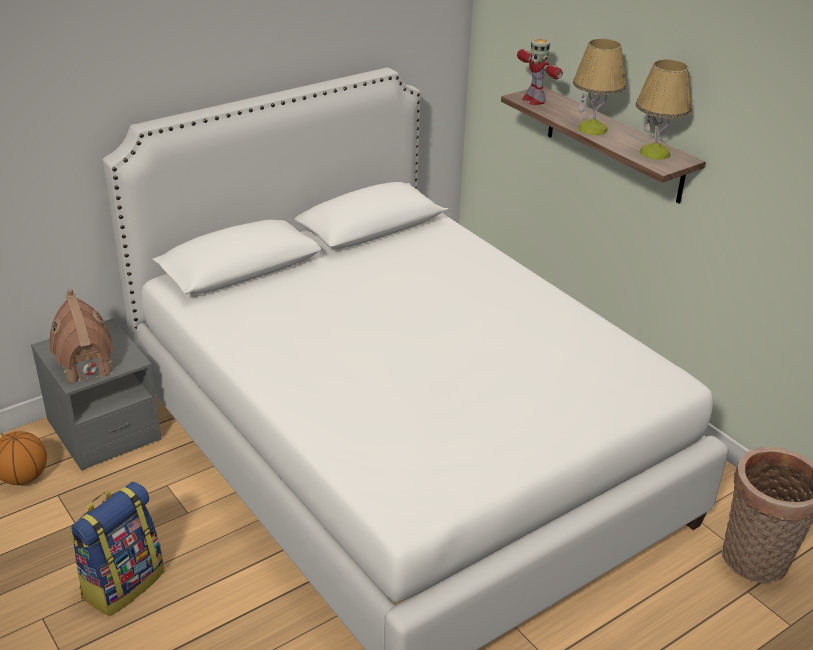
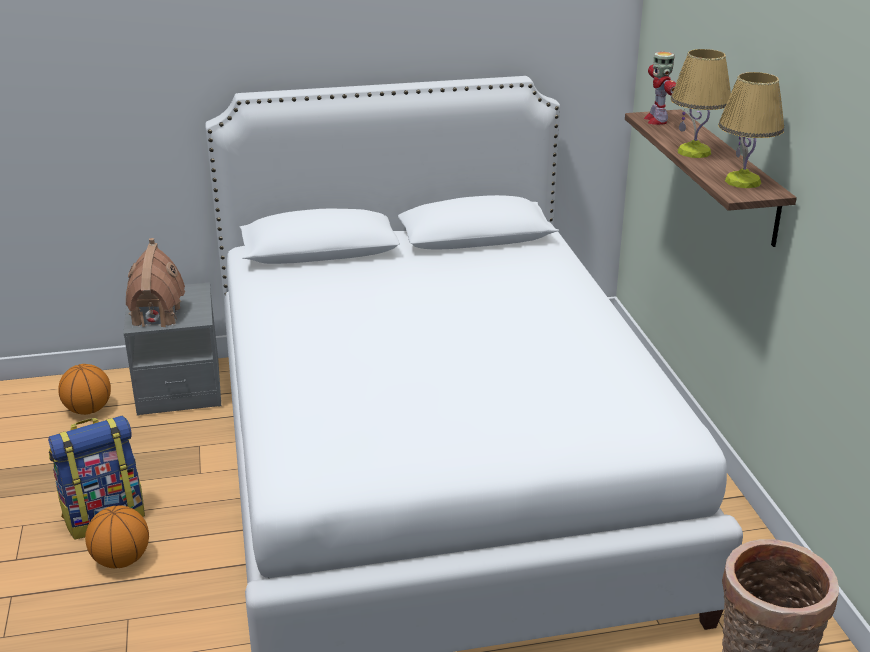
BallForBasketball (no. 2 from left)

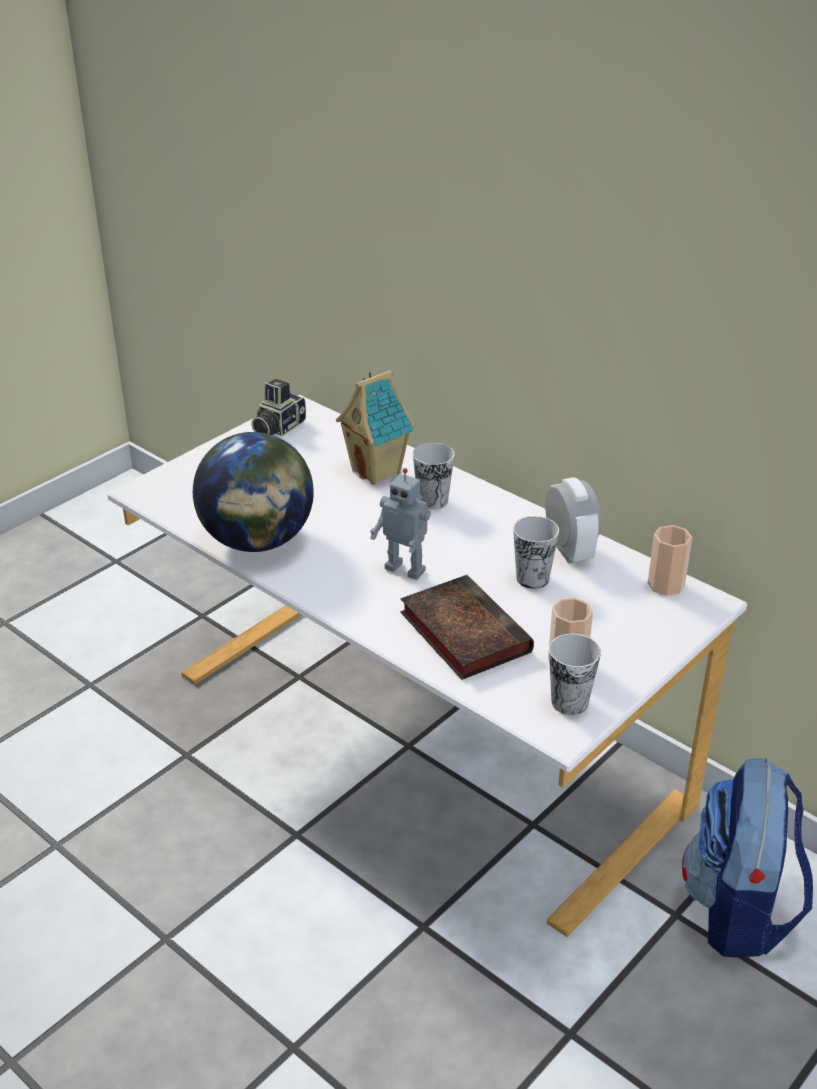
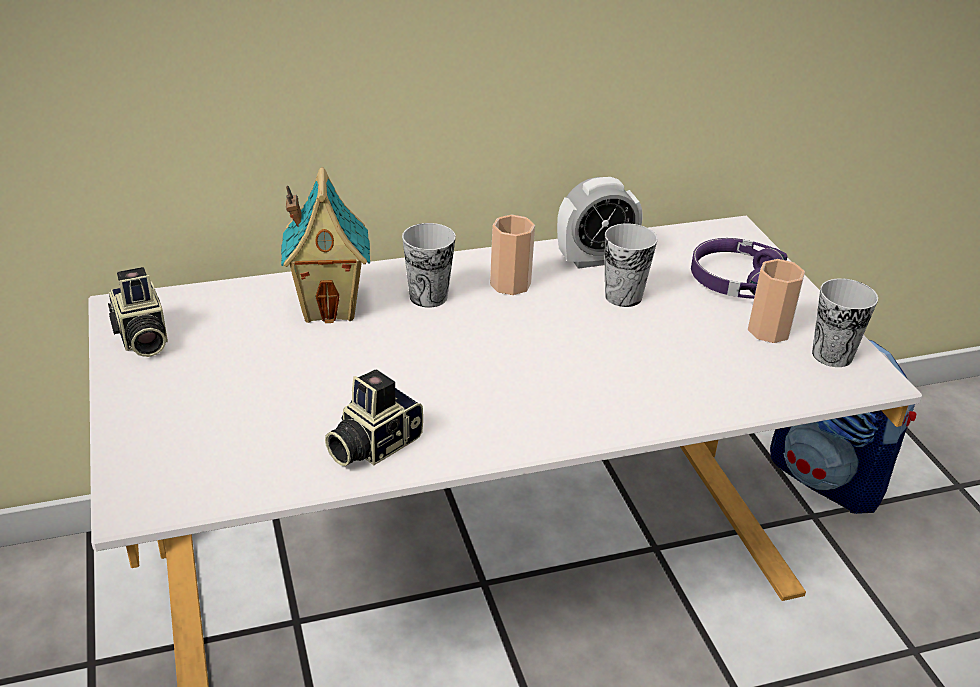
StillCamera (no. 2 from left)
ToyRobot
BedsideClock
DrinkingCup (no. 2 from left)
Book
PurplePairOfHeadphones

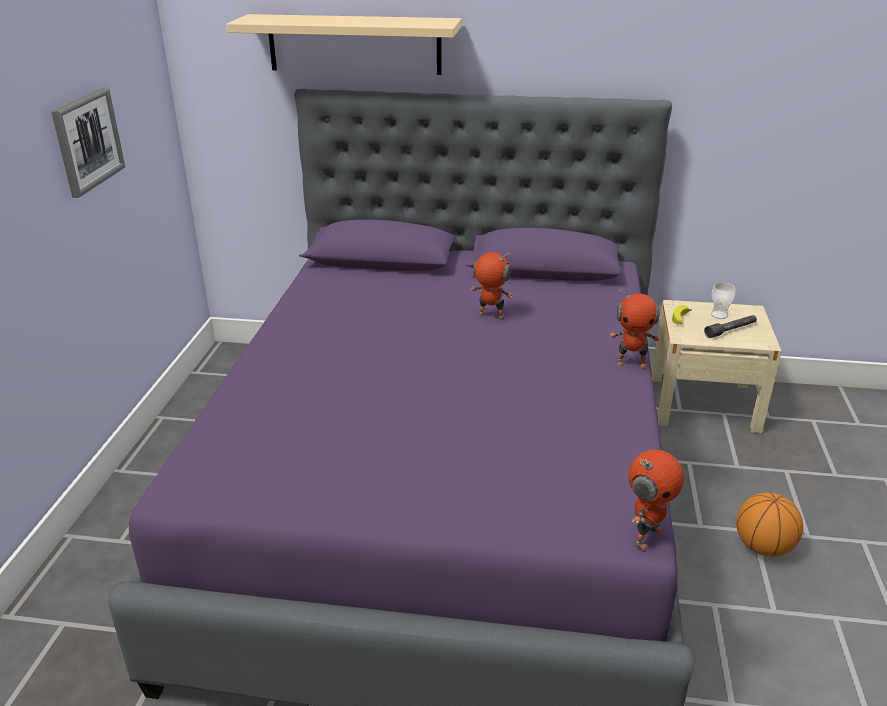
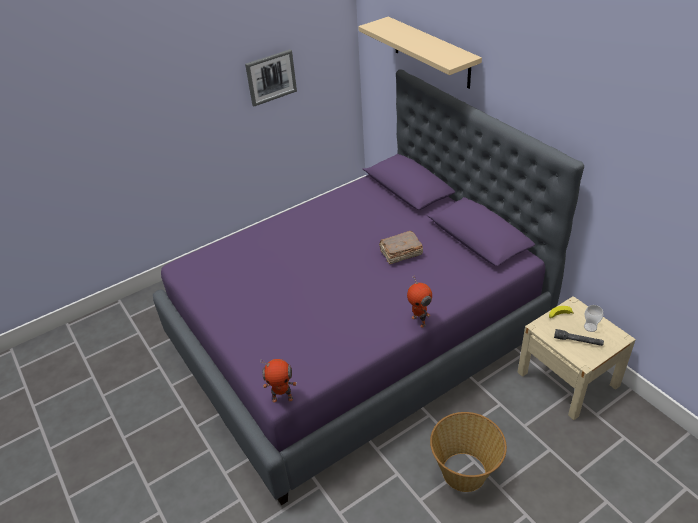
BrownColouredBook
Basket

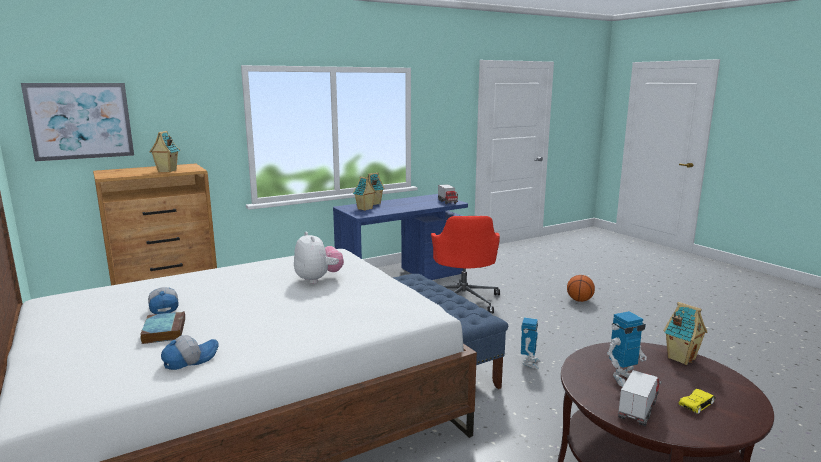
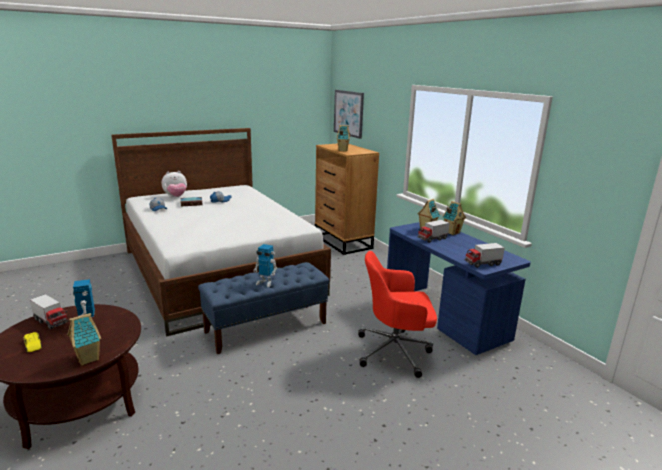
CuddlyToy
BallForBasketball
ToyRobot (no. 2 from left)
ModelTruck (no. 2 from left)

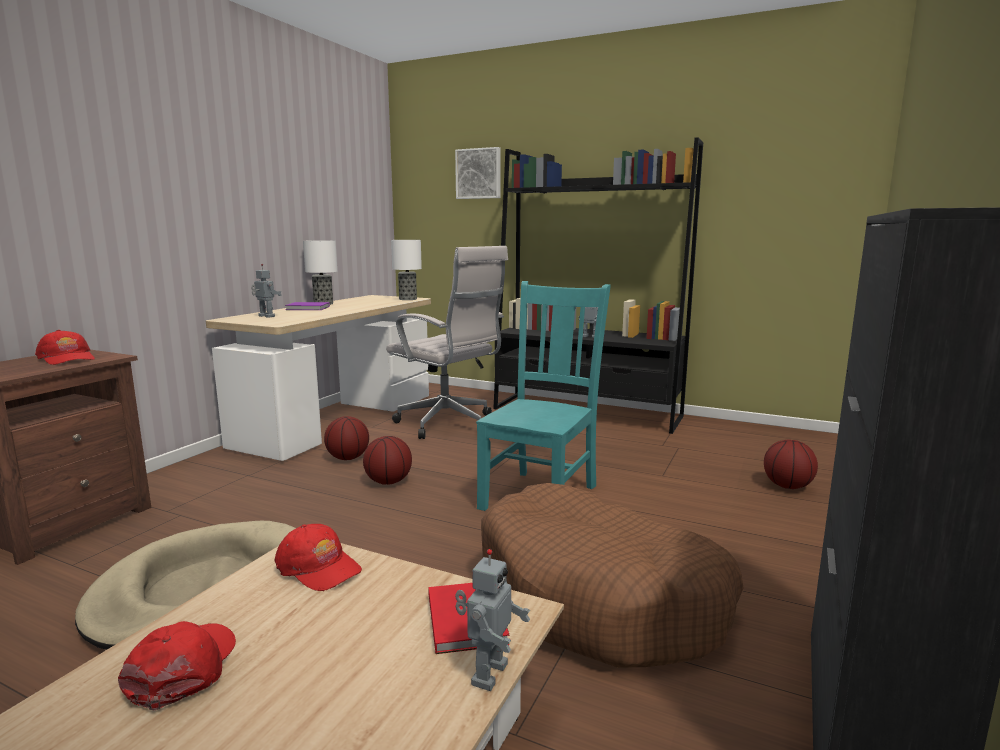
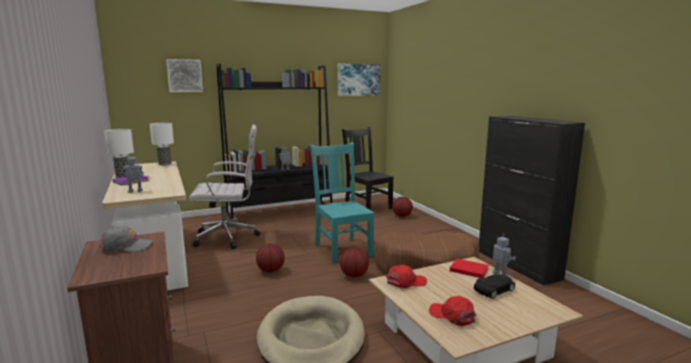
GrayCap
BallForBasketball (no. 2 from left)
WallArt (no. 2 from left)
BlackChair
BlackToyCar

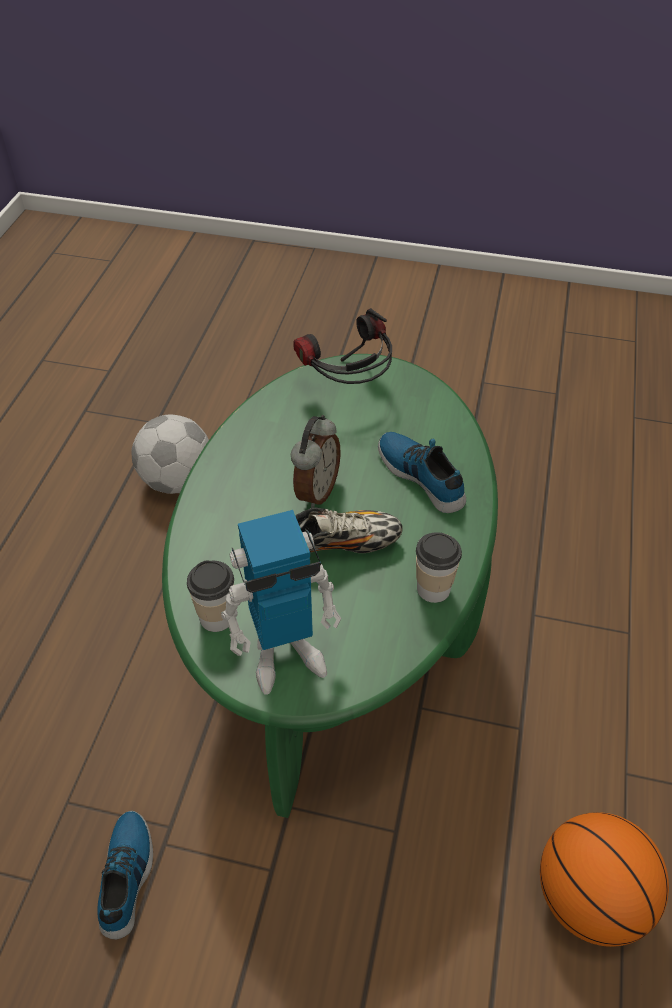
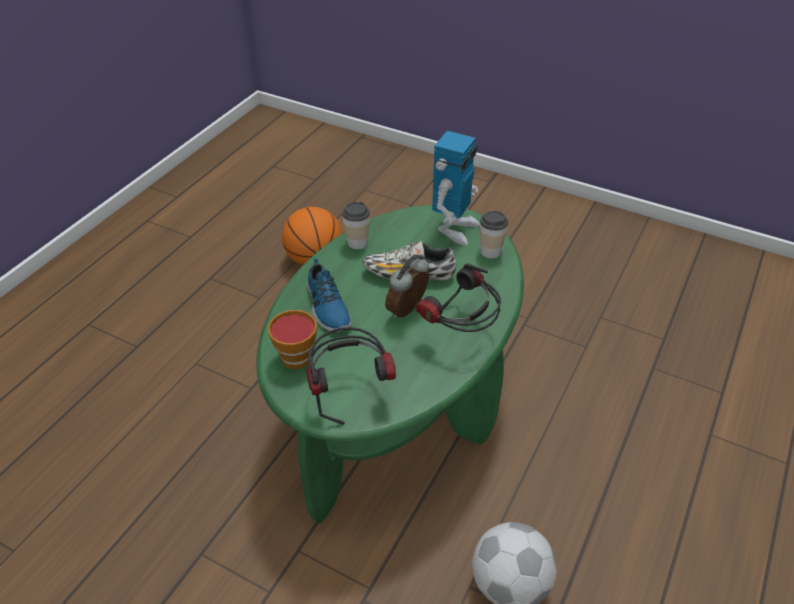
ToyRobot
LowShoe (no. 1 from left in the first image)
PairOfHeadphones (no. 2 from left)
DrinkingCup (no. 1 from left)

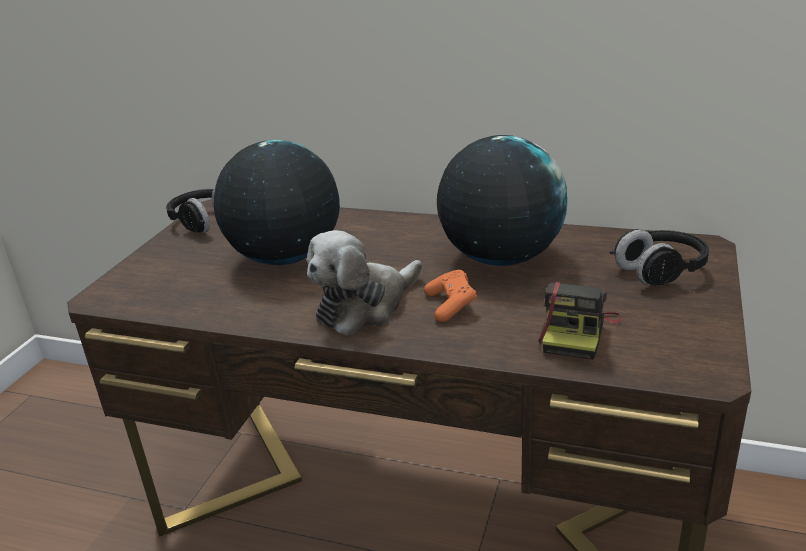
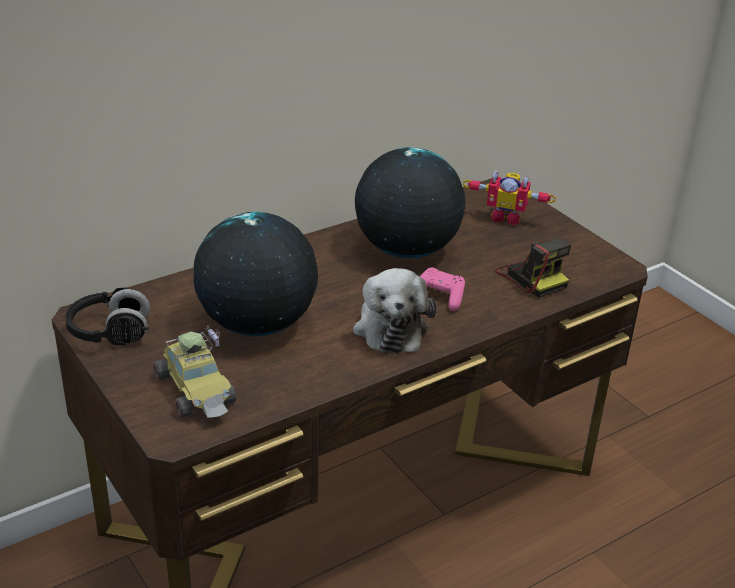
ToyRobot
PinkishGamepad
ToyCar

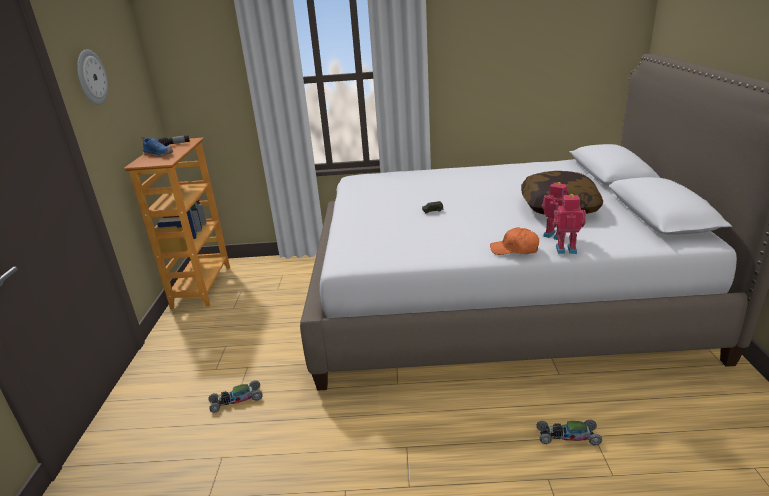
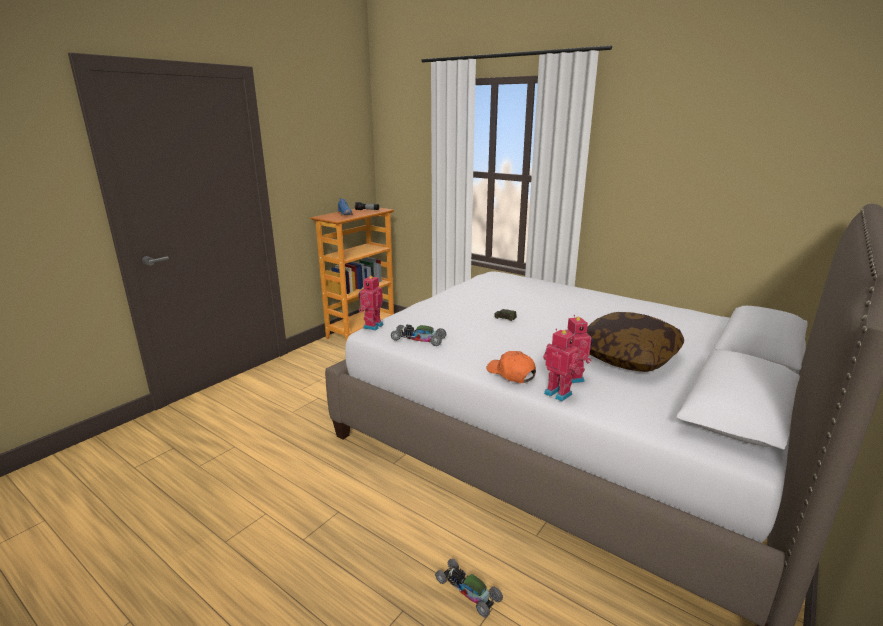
HangingClock
ToyCar (no. 1 from left)
ToyRobot (no. 1 from left)

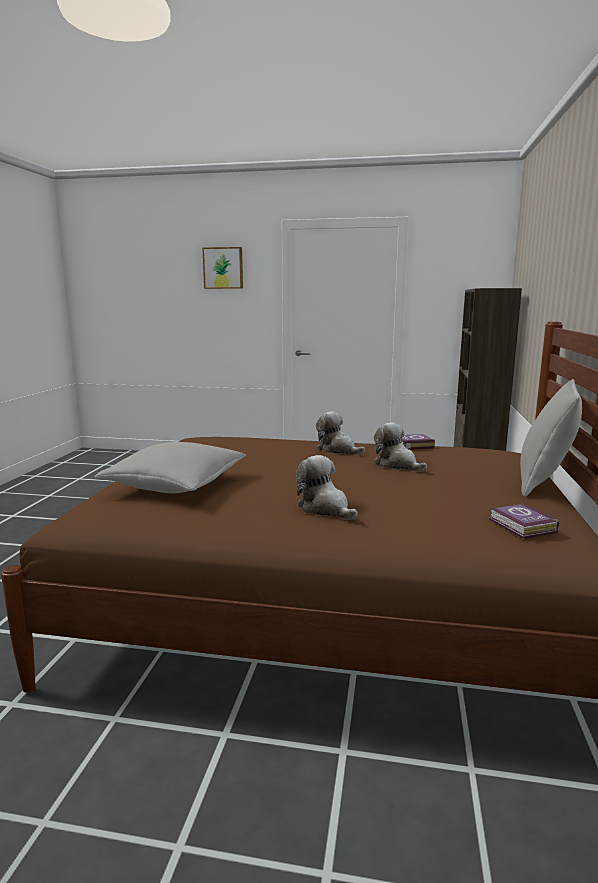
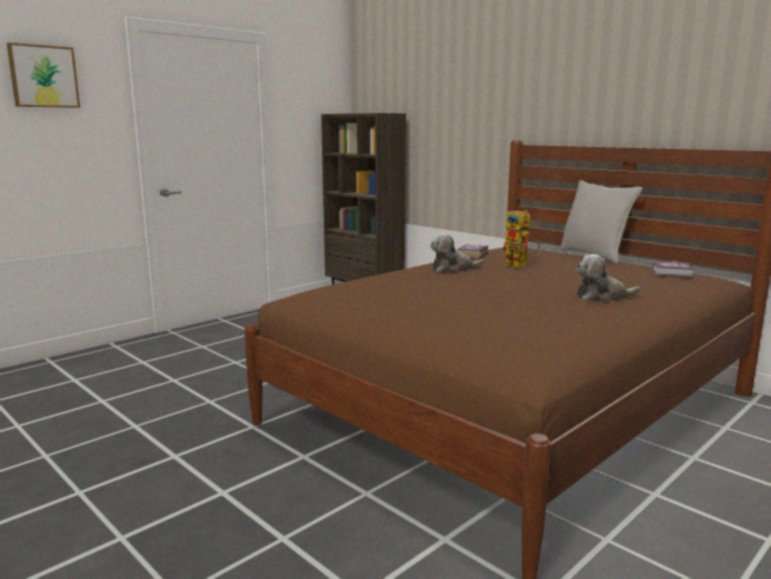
ToyRobot
GrayThrowPillow (no. 1 from left in the first image)

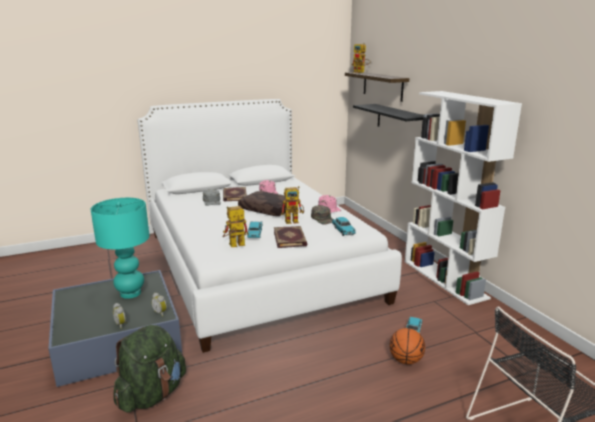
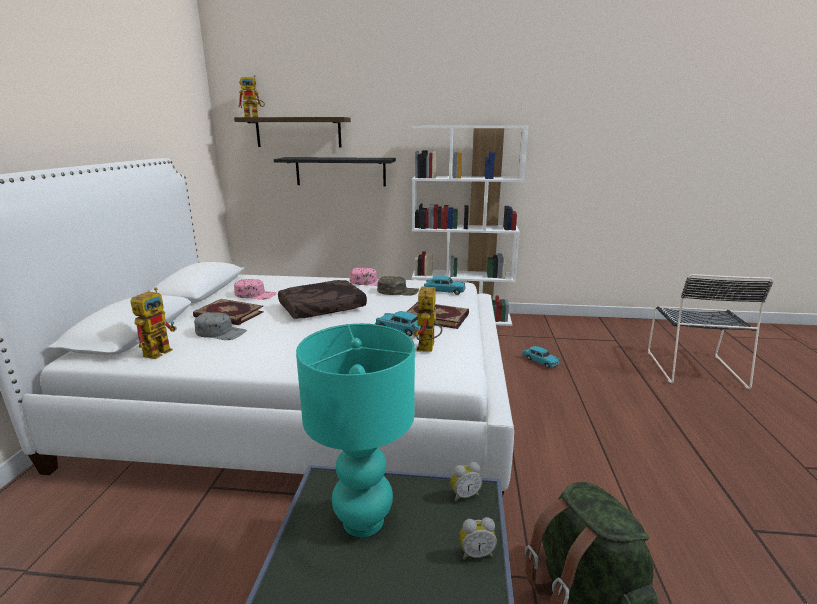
ToyRobot (no. 1 from left)
BallForBasketball

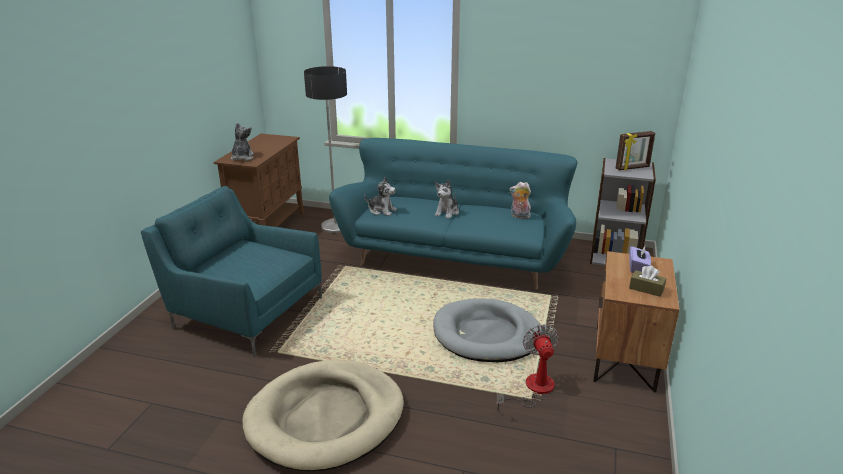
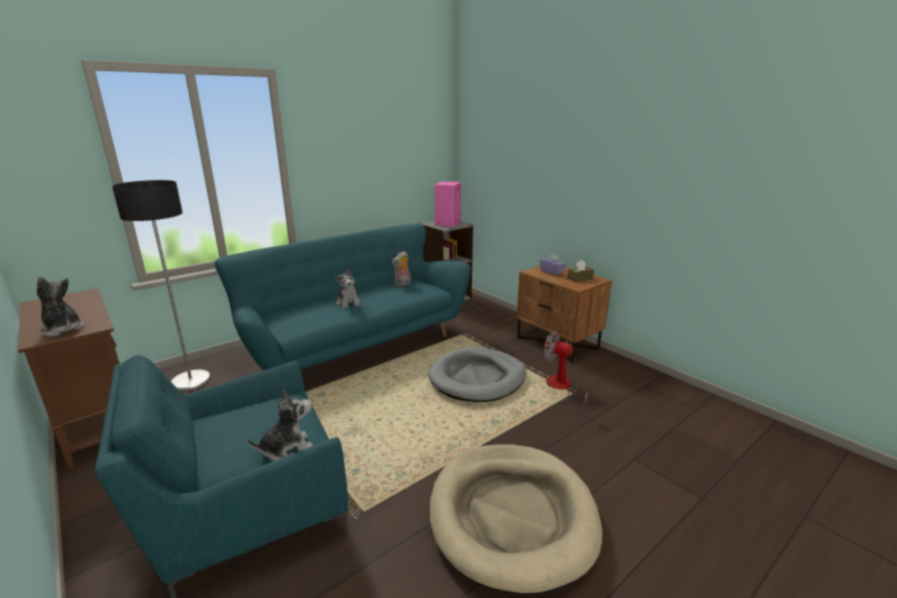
PinkishAudioSpeaker
CuddlyToy (no. 2 from left)

